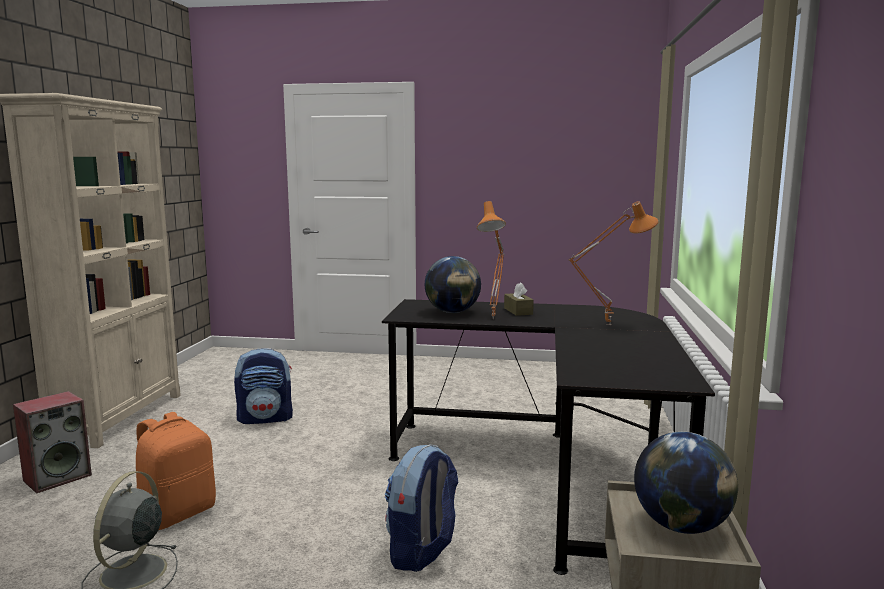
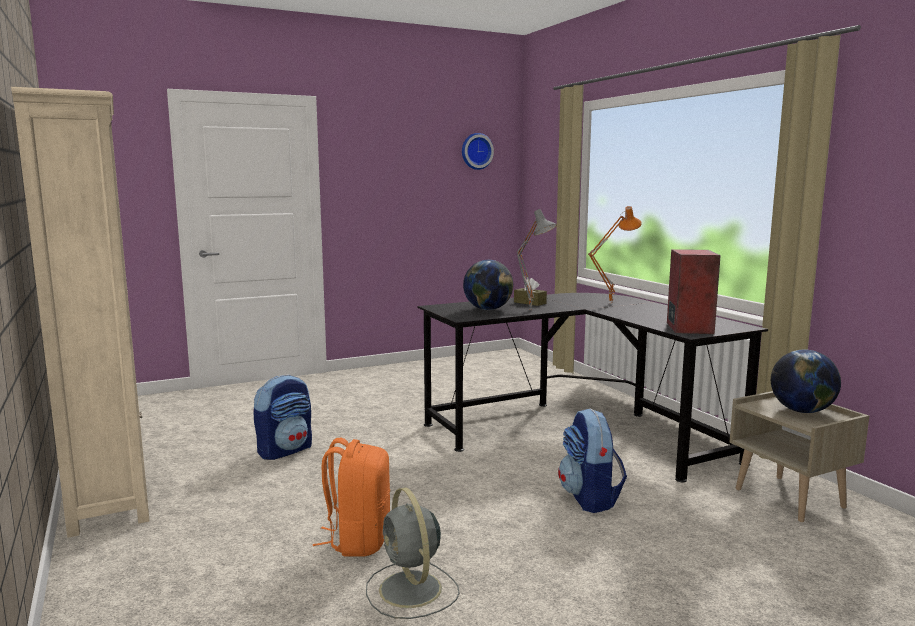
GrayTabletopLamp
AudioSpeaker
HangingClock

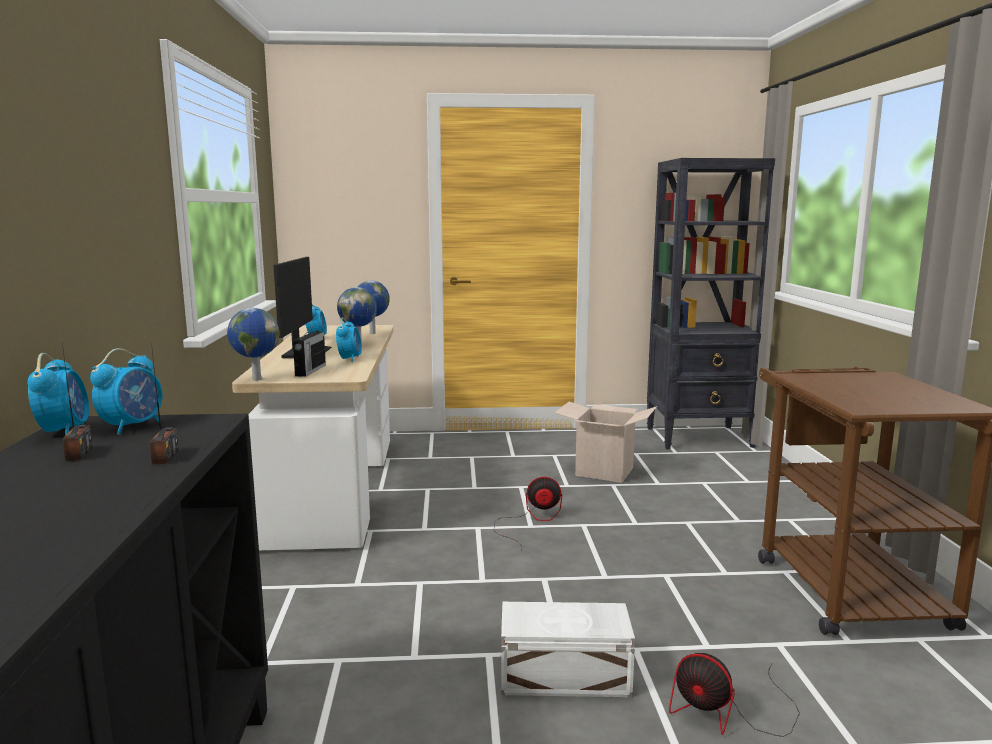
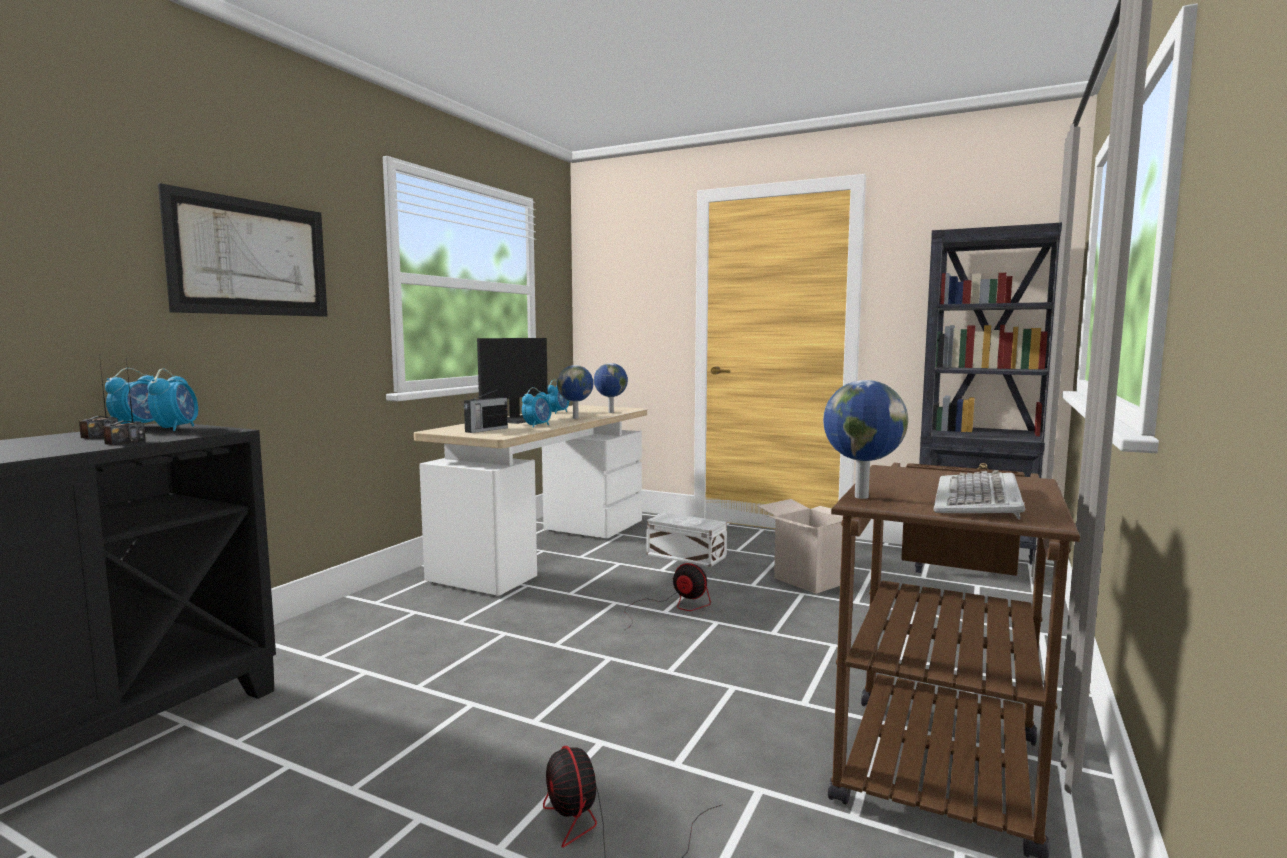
Globe (no. 3 from left)
BedsideClock (no. 2 from left)
WhiteStorageContainer
WallArt
Keyboard

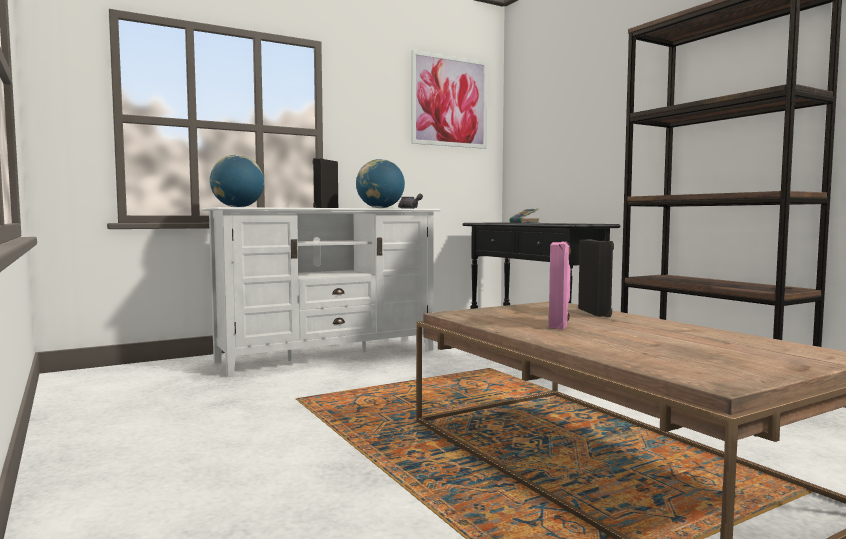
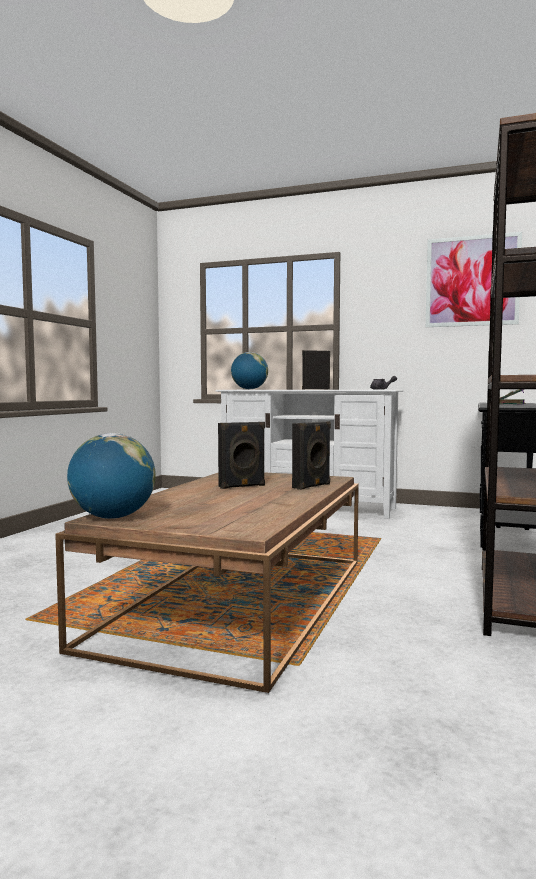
Globe (no. 1 from left)
BlackAudioSpeaker (no. 1 from left)

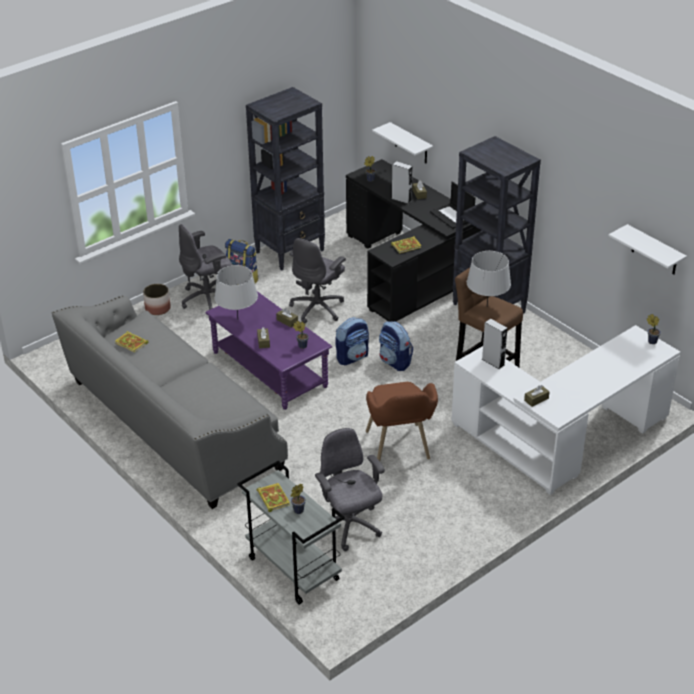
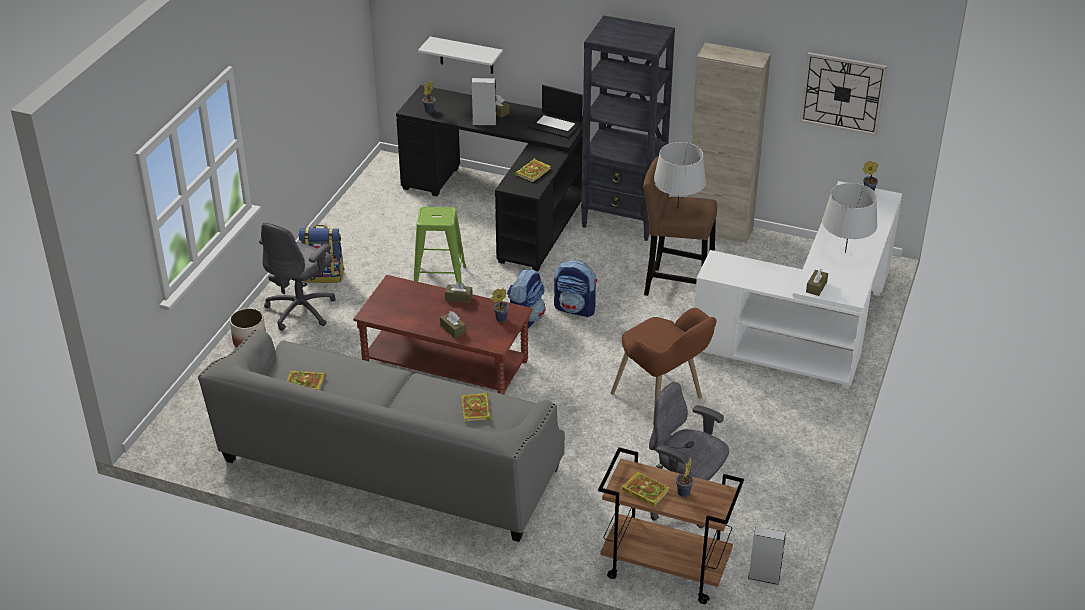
BlackBookshelf (no. 1 from left in the first image)
HangingClock
GreenishStool
GrayTabletopLamp (no. 2 from left)
BrownColouredCoffeeTable
GrayAudioSpeaker (no. 2 from left)
BrownColouredWheeledCart
SandColouredStorageCabinet
Book (no. 2 from left)

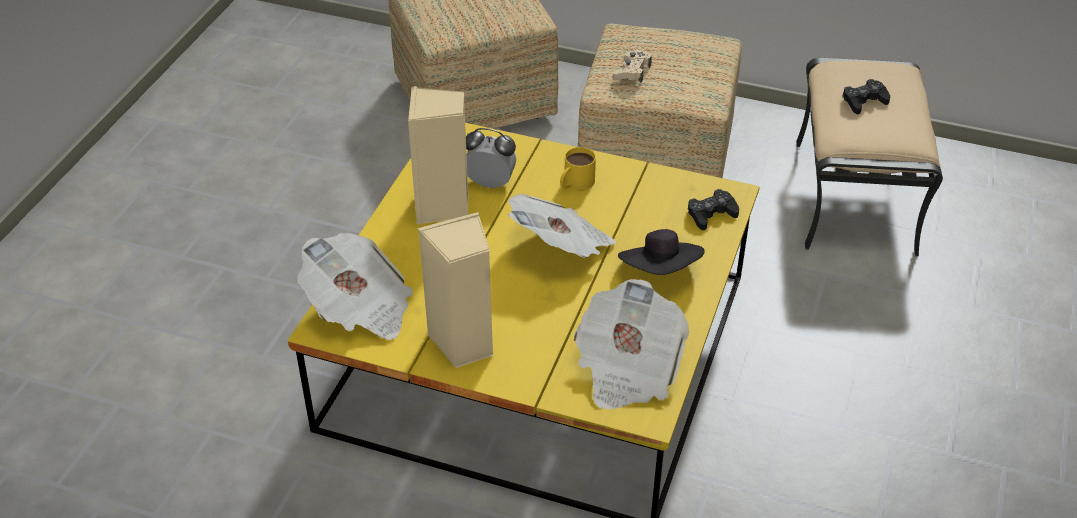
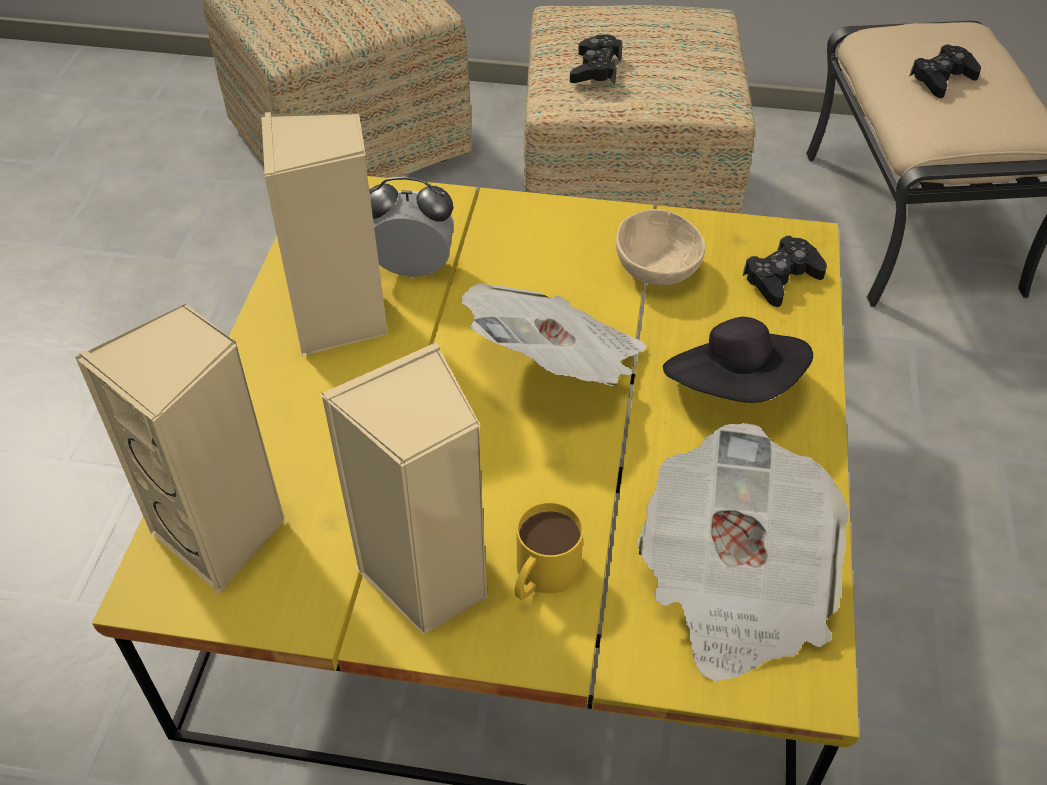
BlackGamepad (no. 1 from left)
YellowCoffeeMug
SandColouredAudioSpeaker (no. 1 from left)
SandColouredServingBowl

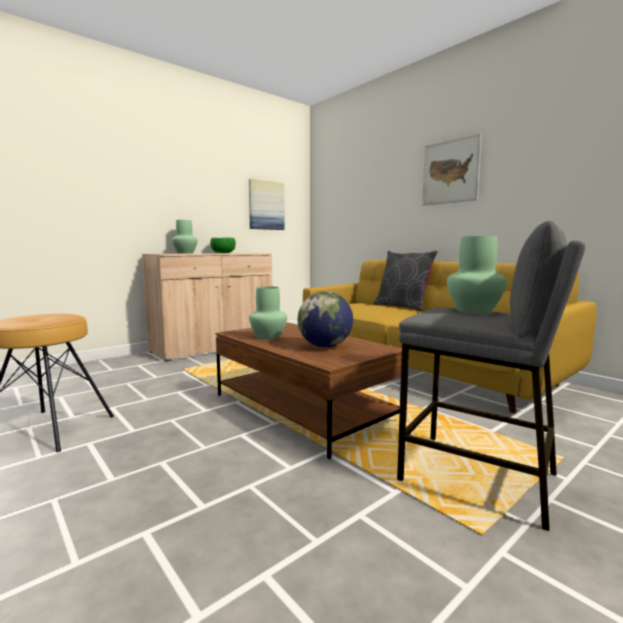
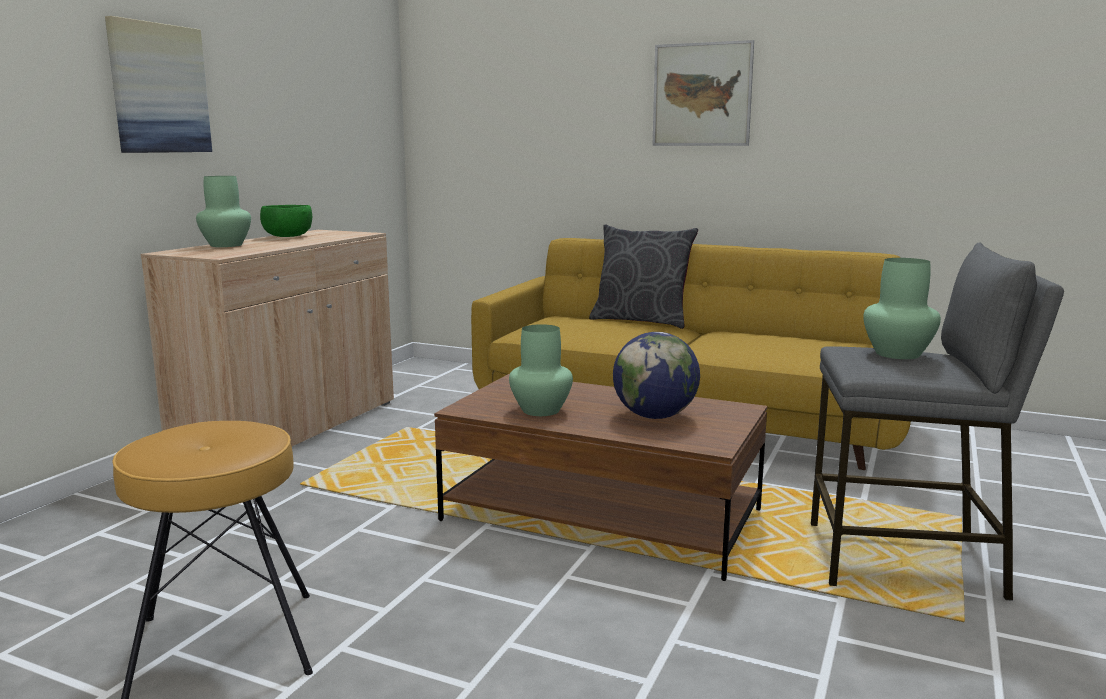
WallArt (no. 1 from left)

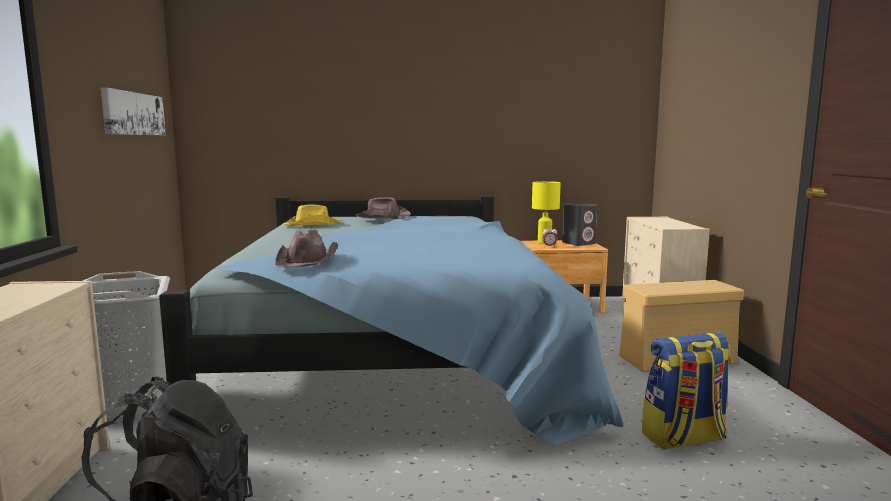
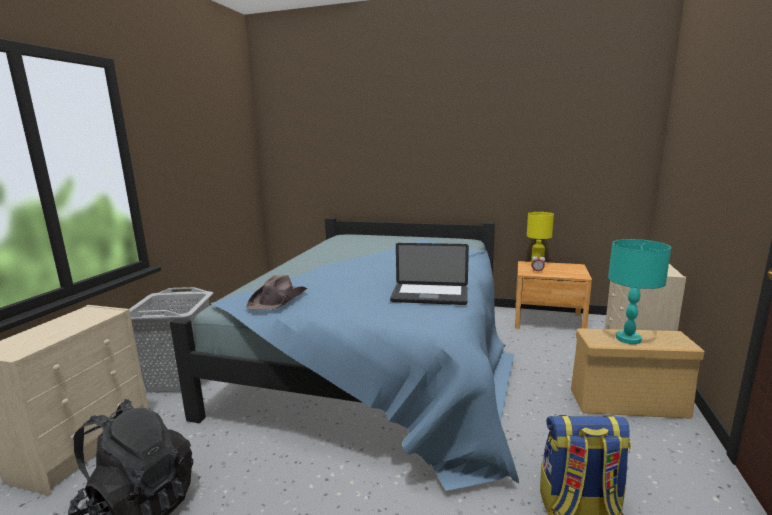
WallArt
BrownColouredHat (no. 2 from left in the first image)
GrayAudioSpeaker
YellowHat
TurquoiseTabletopLamp
PortableComputer

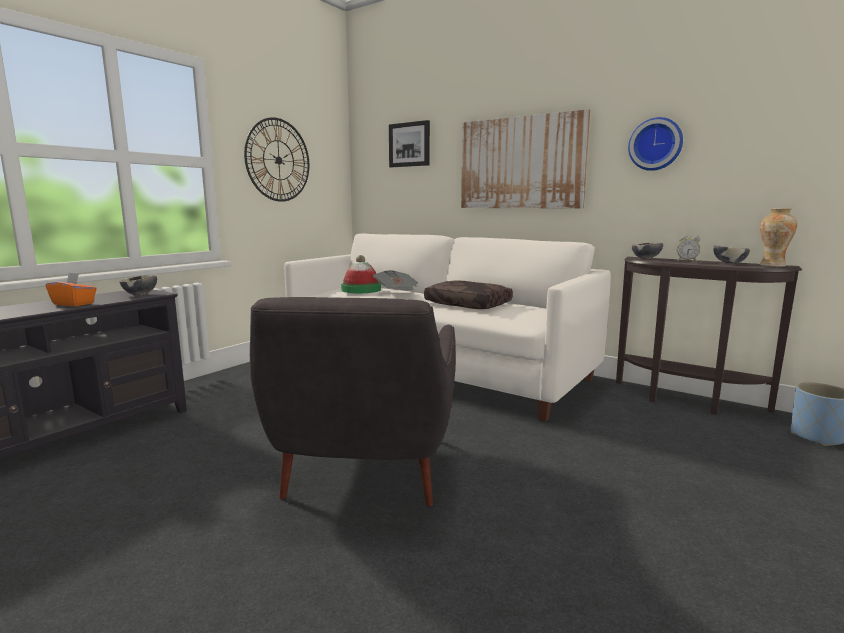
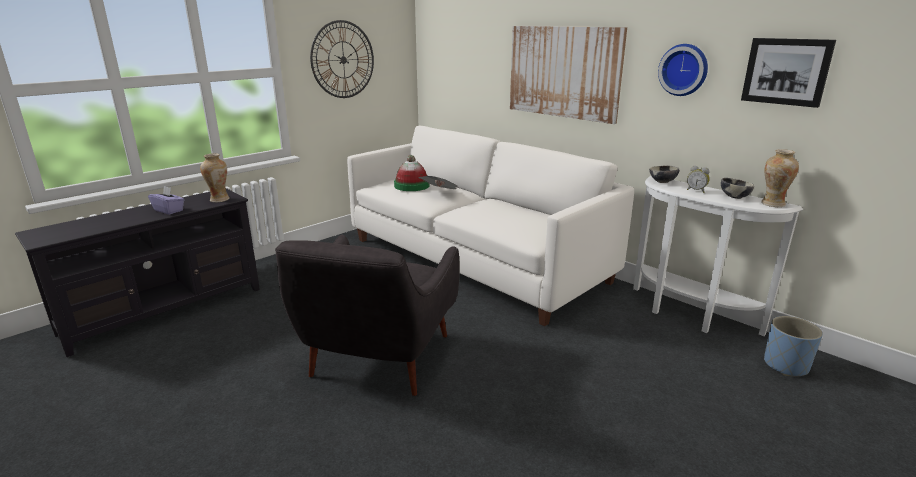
WallArt (no. 2 from left)
WhiteConsoleTable
PurpleTissueHolder
DecorativeVase (no. 1 from left)
BrownColouredThrowPillow

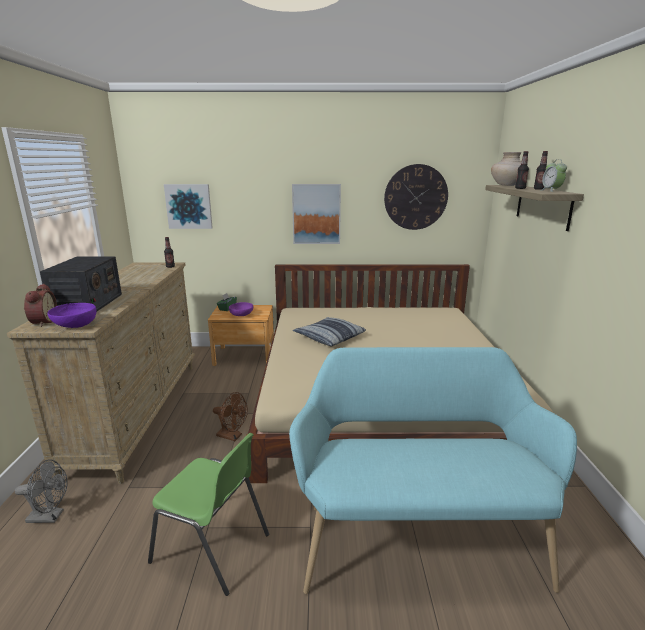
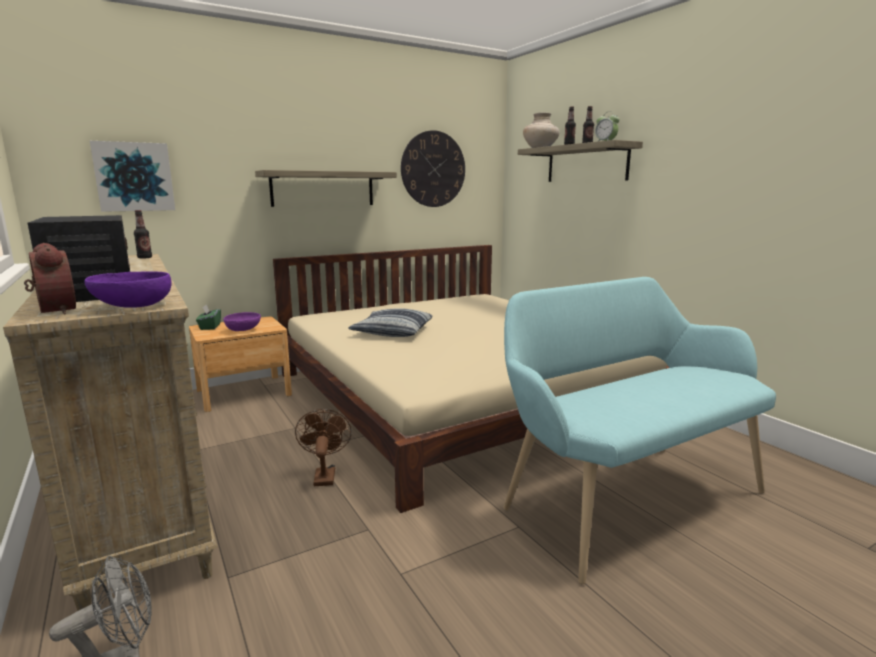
Shelf (no. 1 from left)
BrownColouredFan
GreenishChair

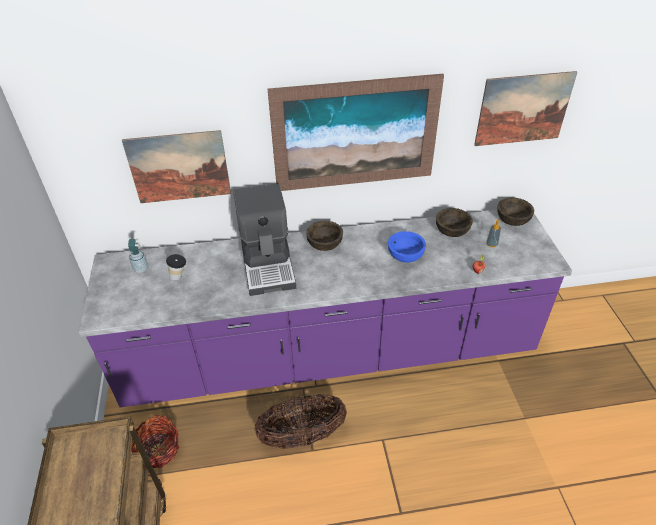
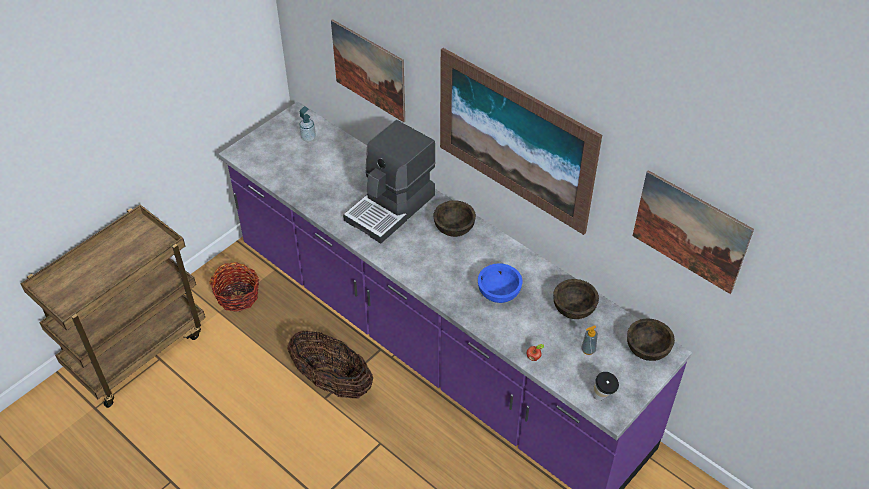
DrinkingCup

